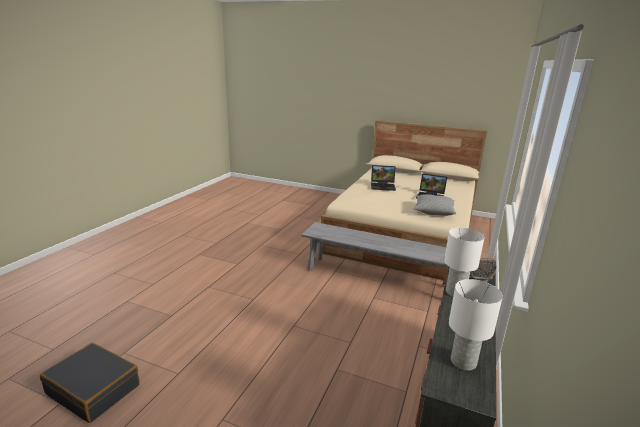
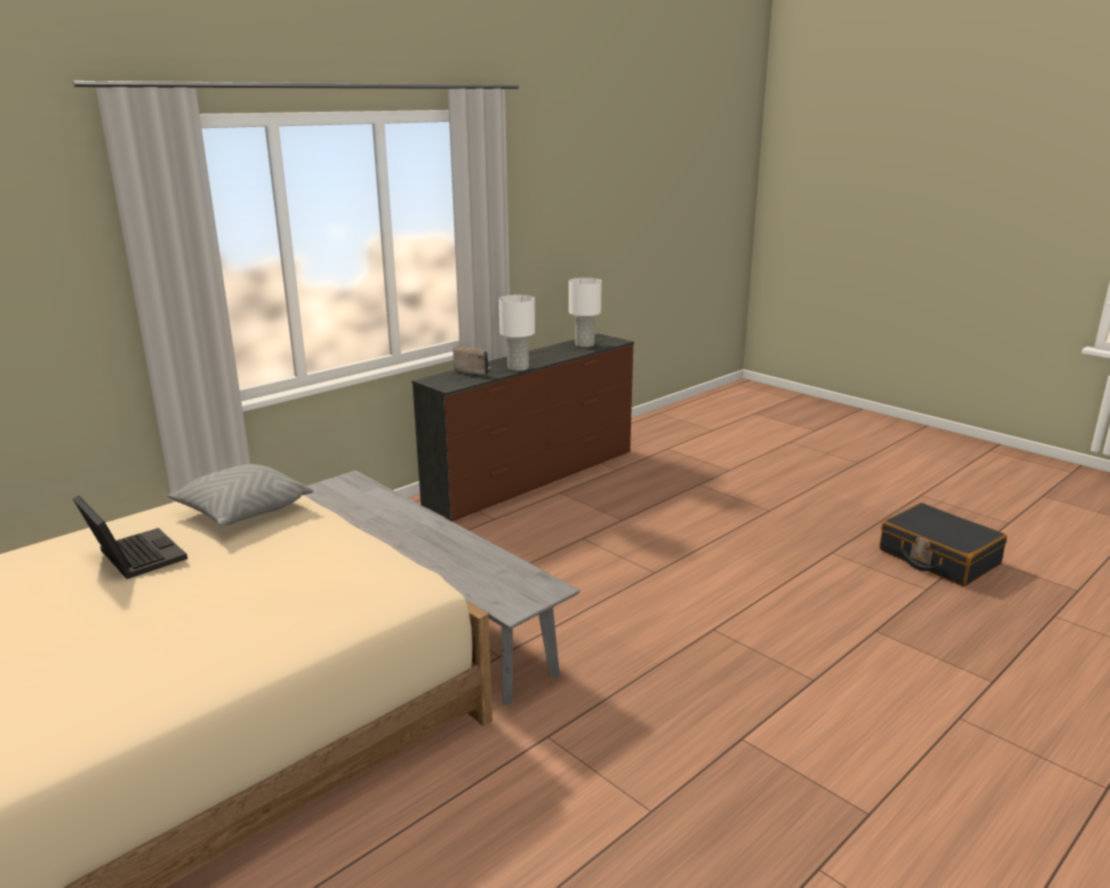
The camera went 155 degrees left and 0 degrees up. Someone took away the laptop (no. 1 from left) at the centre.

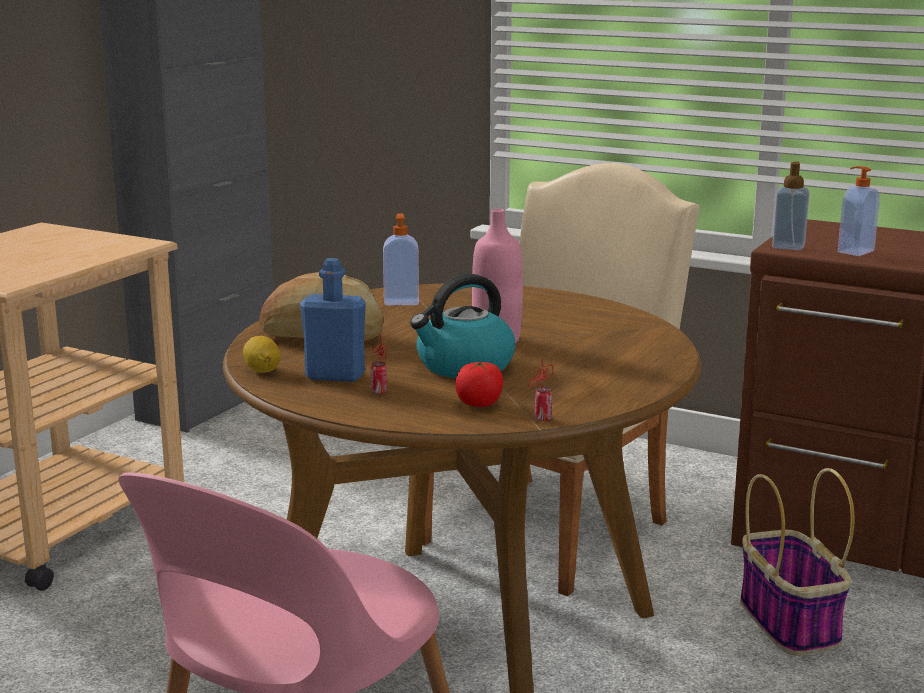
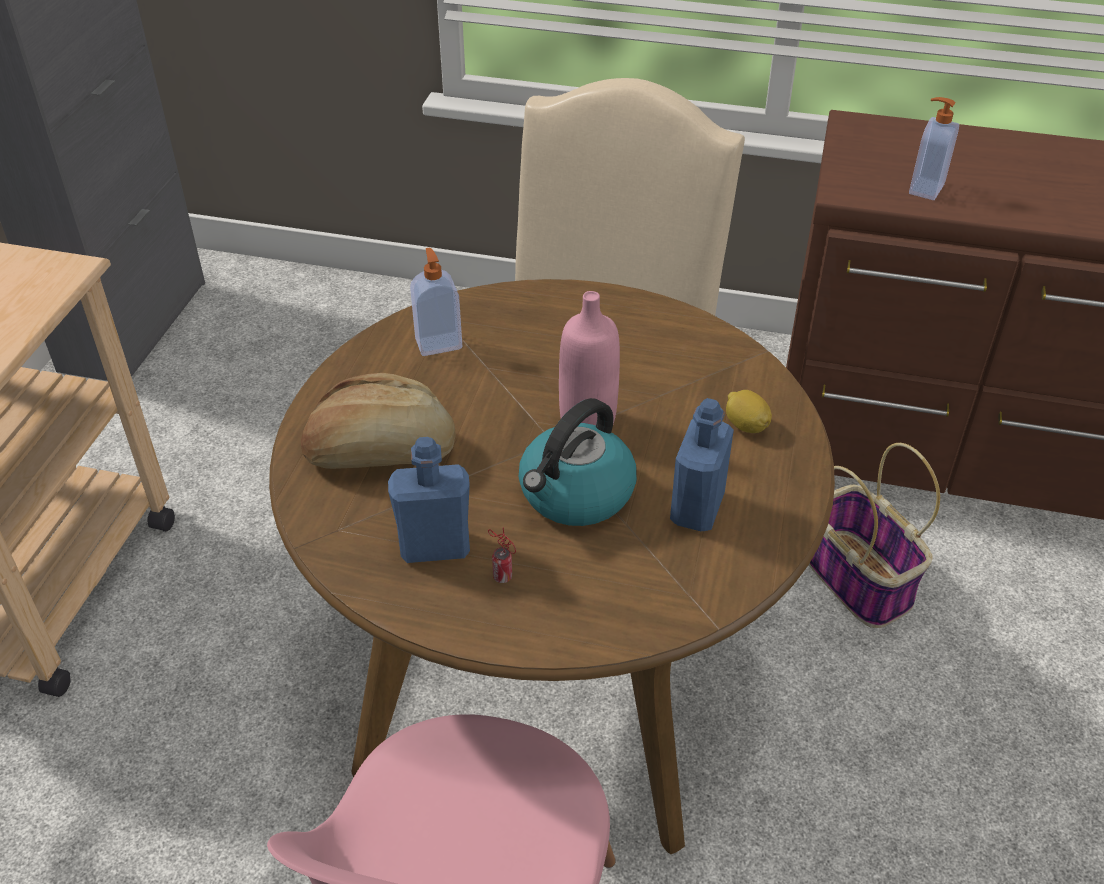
The camera went 15 degrees left and 25 degrees up. Someone took away the tomato at the centre. Someone took away the can (no. 2 from left) at the centre. Someone took away the soap dispenser (no. 2 from left) at the top right. Someone put down the blue bottle (no. 2 from left) at the centre. Someone carried the lemon from the middle left to the middle right.

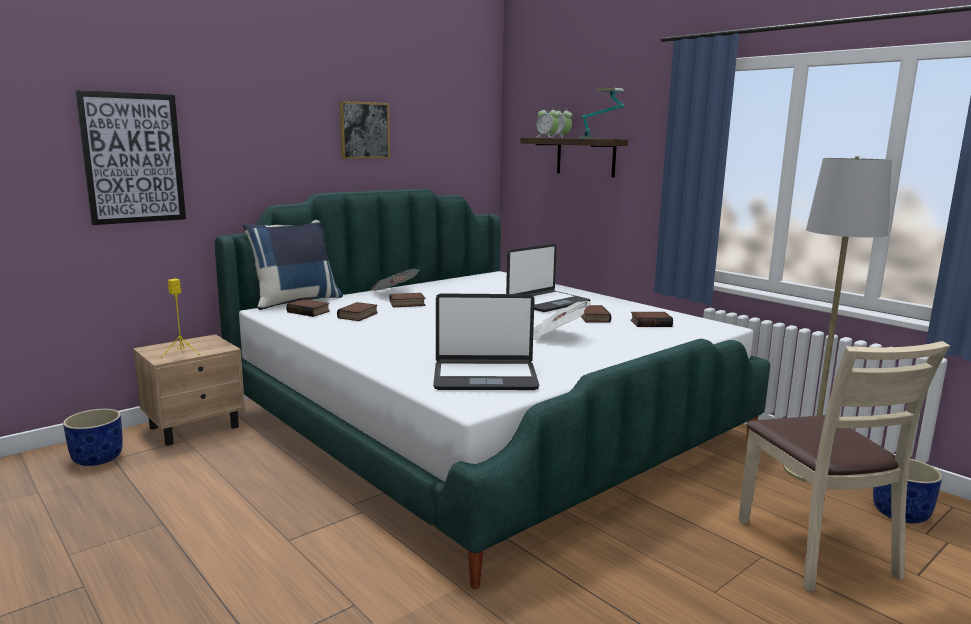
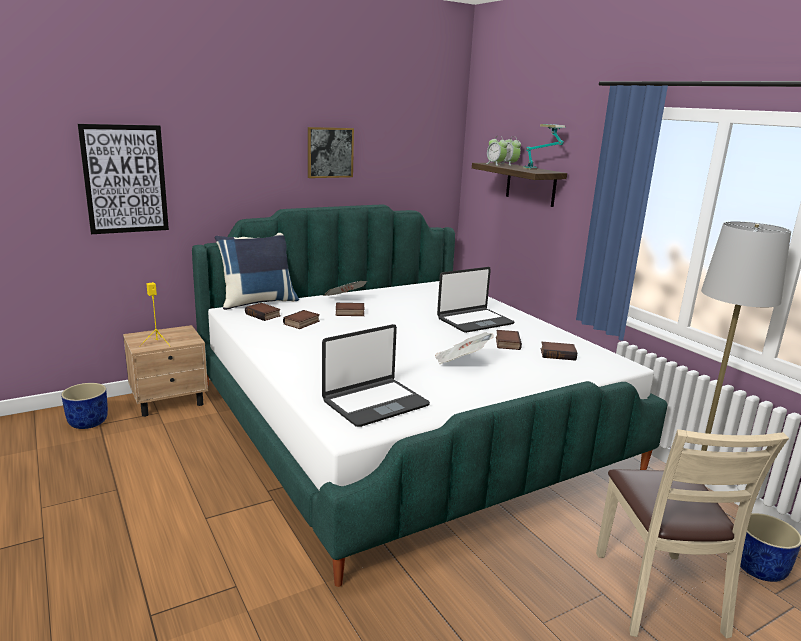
The camera went 10 degrees right and 5 degrees up. Someone rotated the laptop (no. 1 from left) at the centre by 45 degrees counterclockwise.

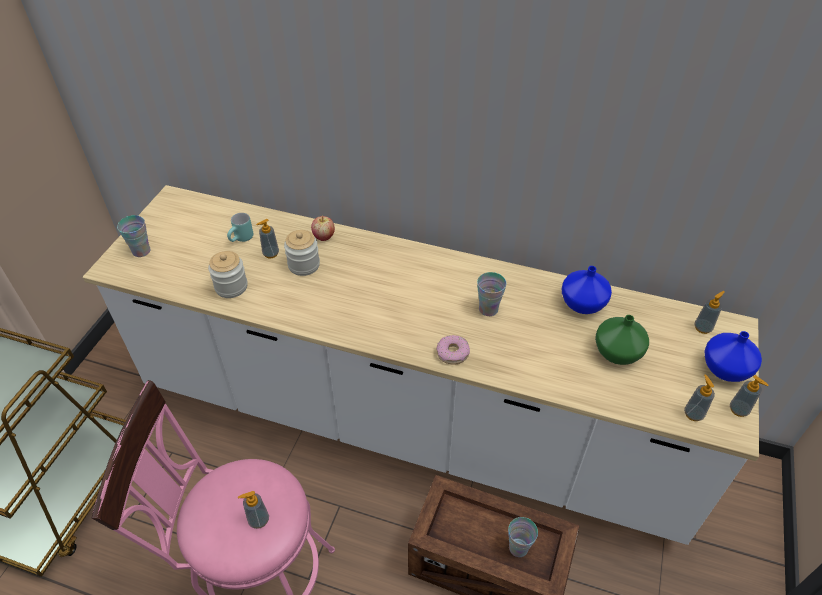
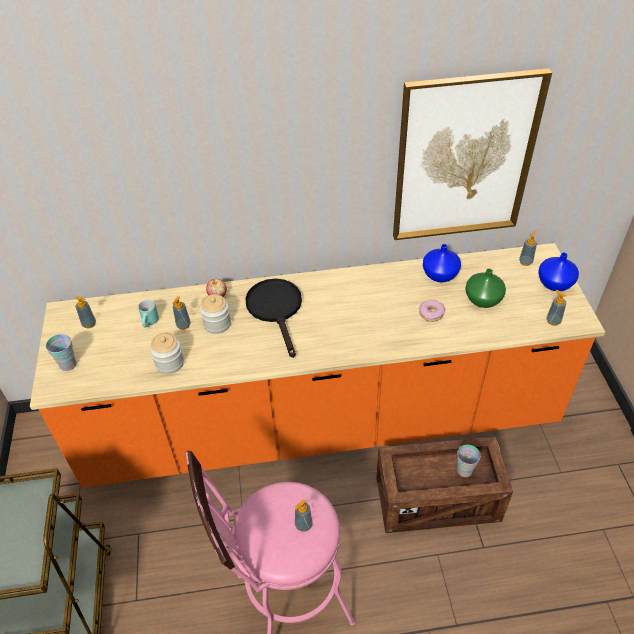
The camera went 25 degrees left and 0 degrees up. Someone took away the cup (no. 2 from left) at the centre. Someone put down the black frying pan at the centre. Someone put up the picture at the top right. Someone carried the donut from the centre to the middle right. Someone carried the soap dispenser (no. 5 from left in the first image) from the middle right to the middle left. Someone repainted the white counter at the centre, which became the orange counter at the centre.

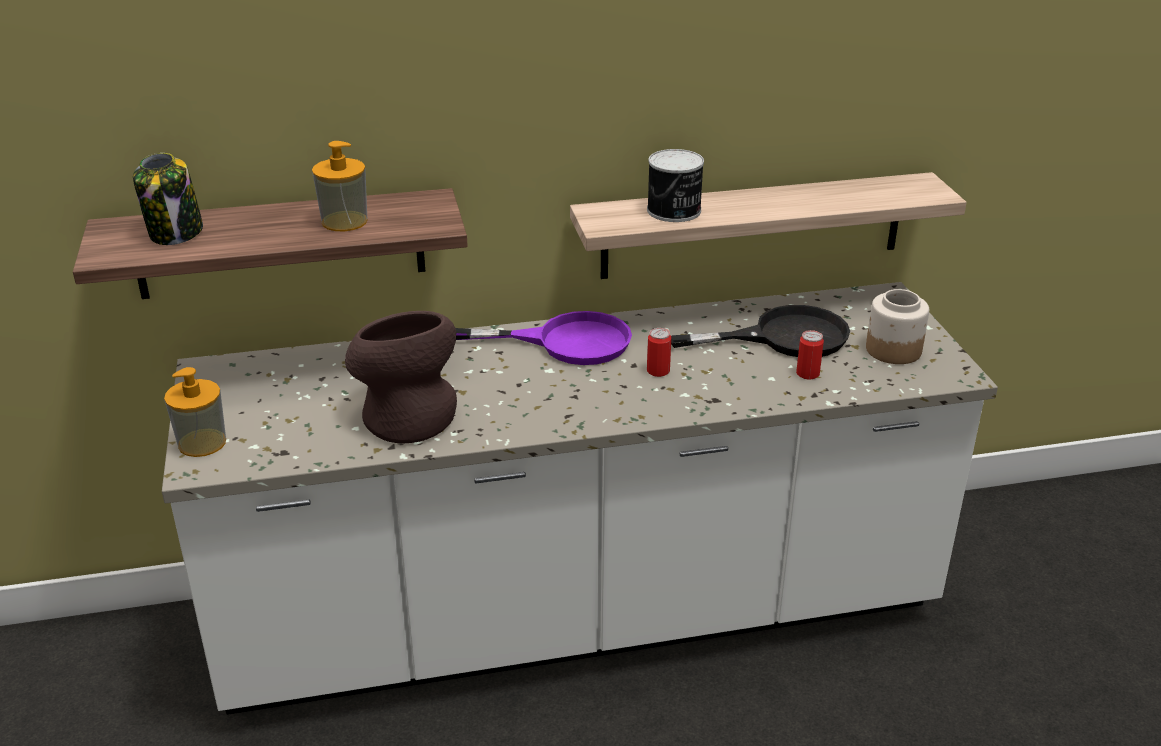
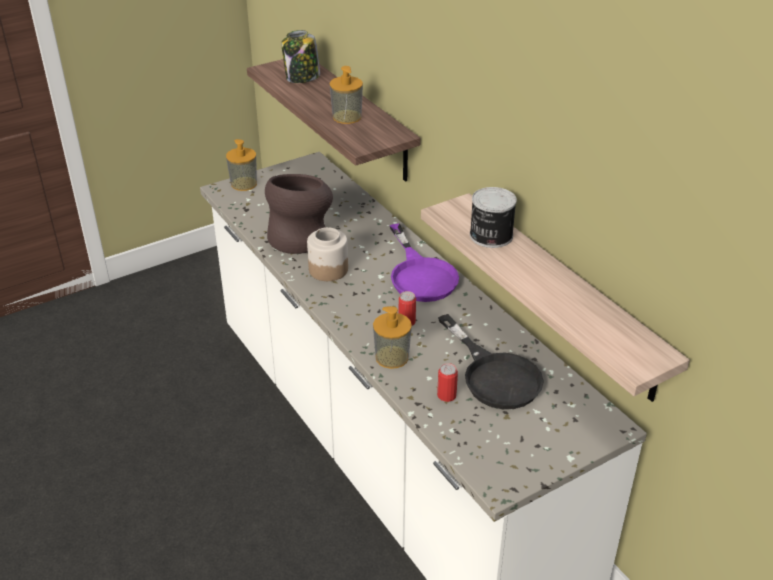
The camera went 70 degrees right and 5 degrees up. Someone put down the soap dispenser (no. 3 from left) at the centre. Someone carried the jar (no. 2 from left) from the middle right to the centre.

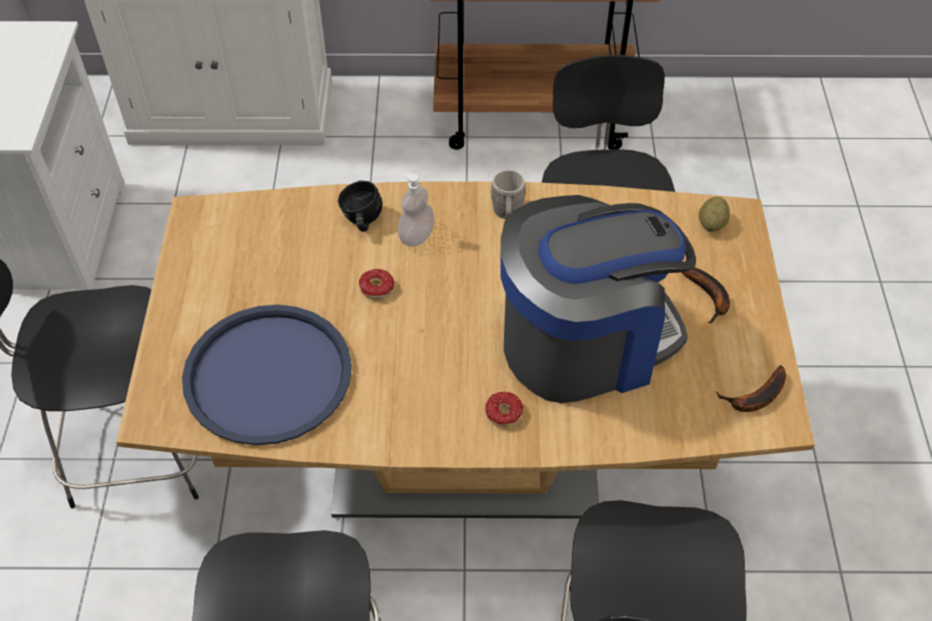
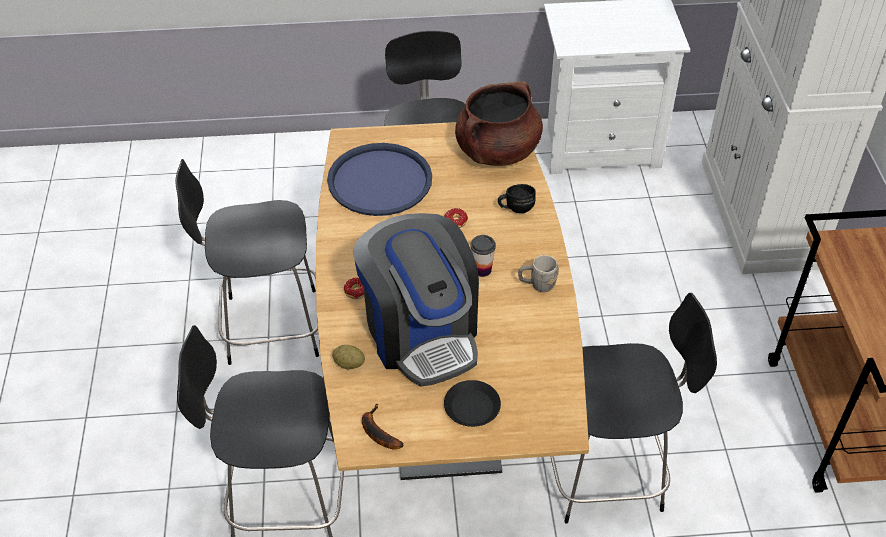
The camera went 85 degrees right and 5 degrees down. Someone took away the soap dispenser at the centre. Someone put down the brown cooking pot at the top centre. Someone put down the cup at the centre. Someone carried the potato from the middle right to the centre. Someone swapped the banana (no. 1 from left) at the middle right for the black plate at the bottom centre.

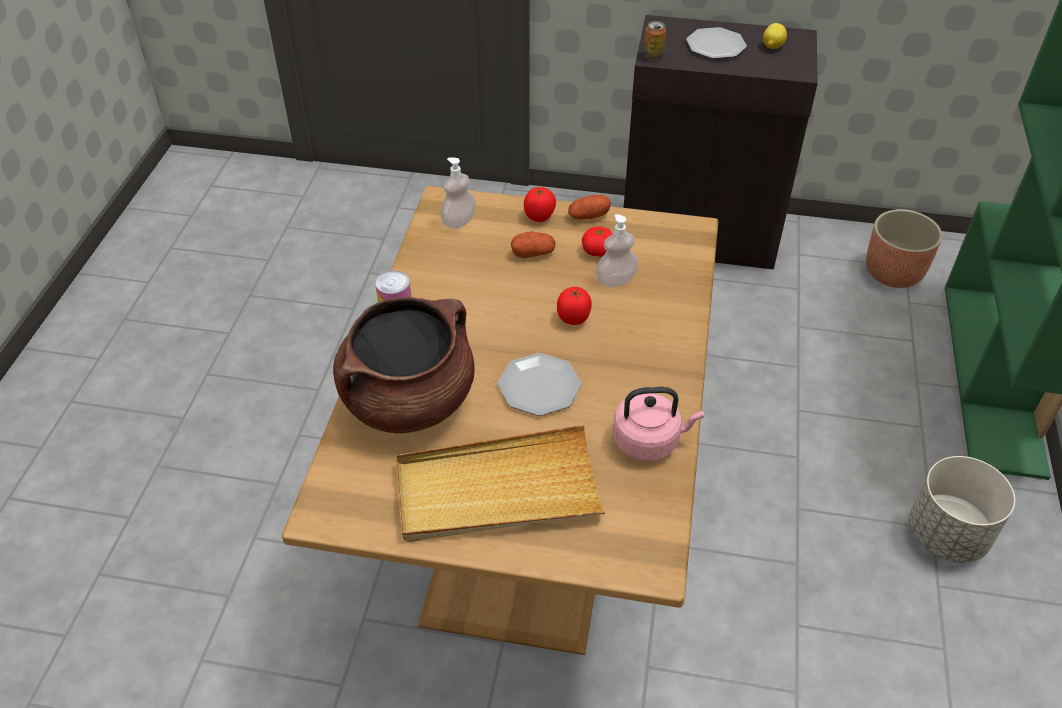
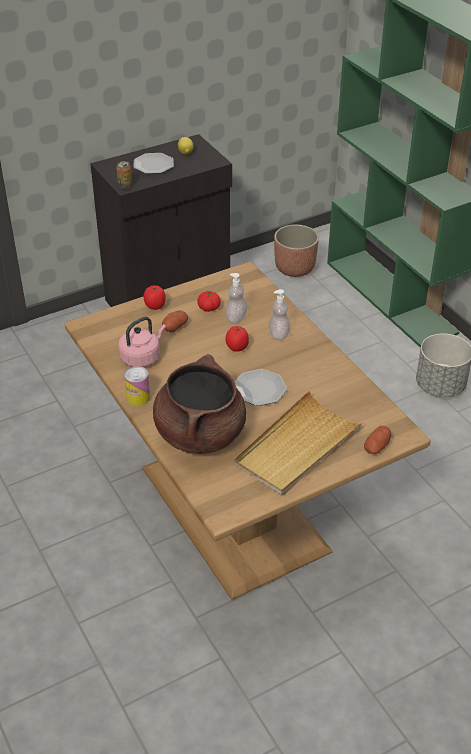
The camera went 40 degrees left and 5 degrees down. Someone carried the soap dispenser (no. 1 from left in the first image) from the top centre to the centre. Someone carried the potato (no. 2 from left) from the top centre to the middle right. Someone carried the pink kettle from the centre to the middle left.

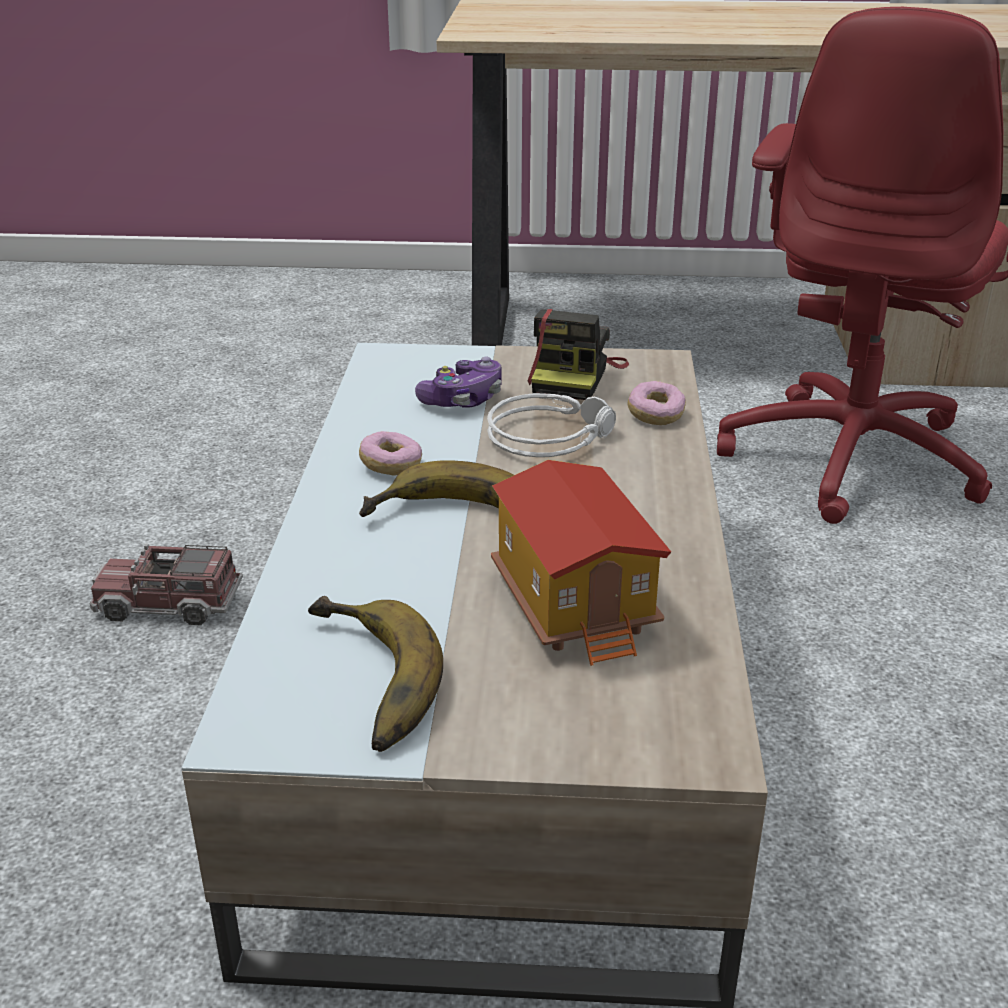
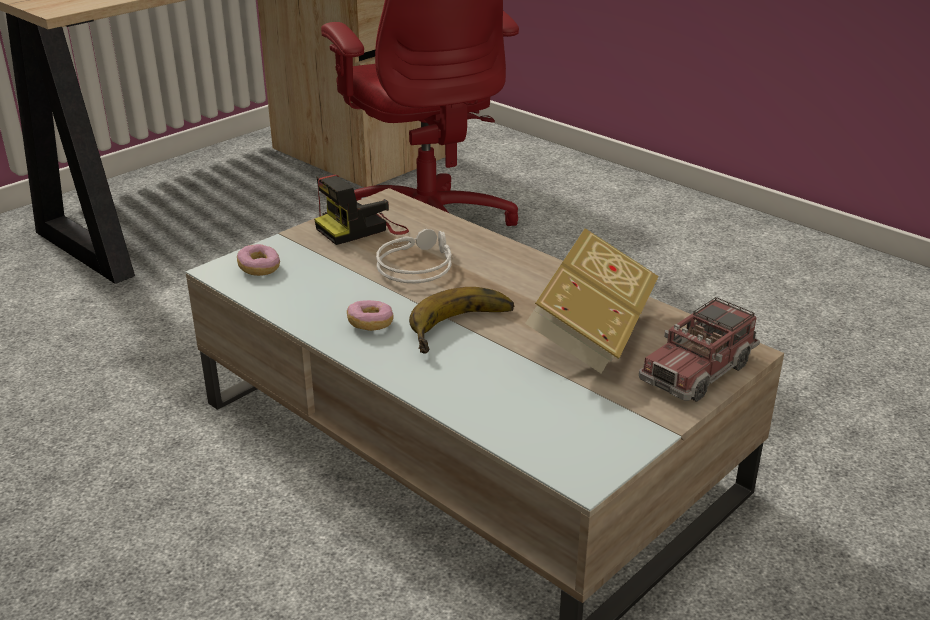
The camera went 50 degrees left and 0 degrees up. Someone took away the banana (no. 1 from left) at the bottom centre. Someone took away the game controller at the centre. Someone carried the toy truck from the middle left to the middle right. Someone carried the donut (no. 2 from left in the first image) from the centre to the middle left. Someone swapped the toy house at the centre for the book at the centre. Someone rotated the photo camera at the centre by 90 degrees clockwise.

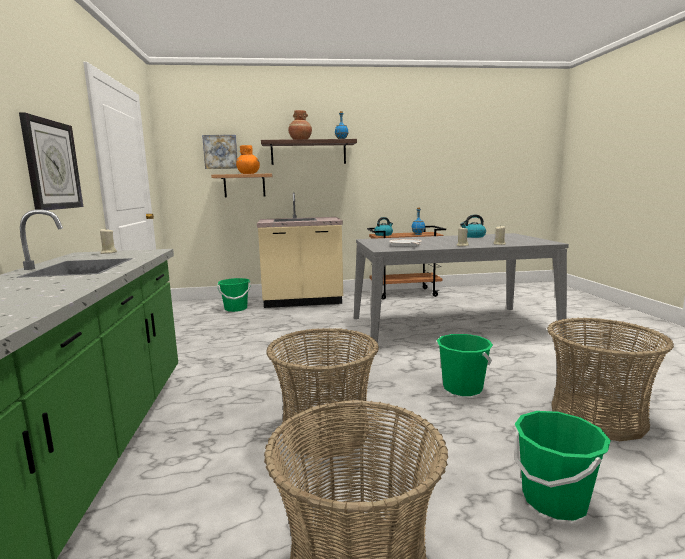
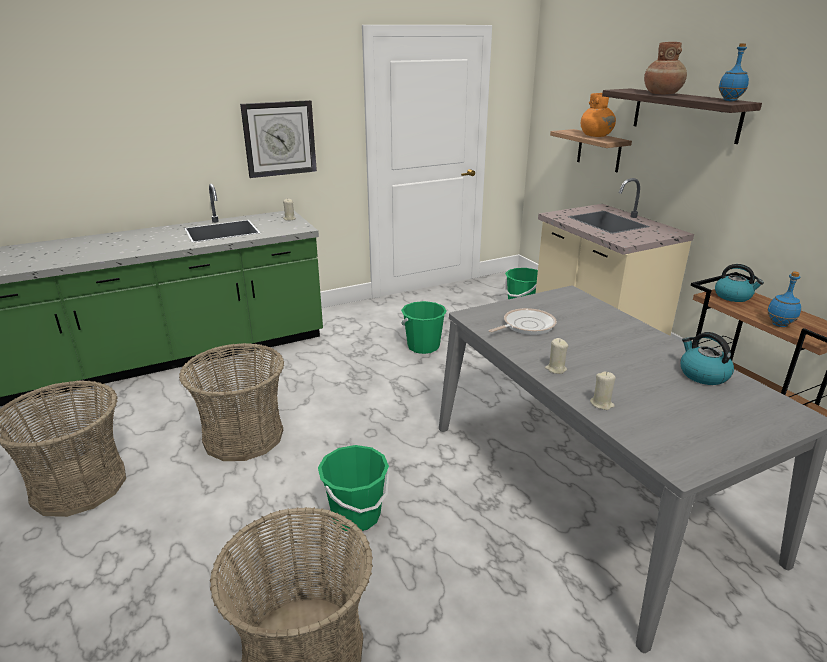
The camera went 70 degrees right and 15 degrees up. Someone took away the picture at the top left. Someone carried the green bucket (no. 3 from left in the first image) from the bottom right to the centre.

